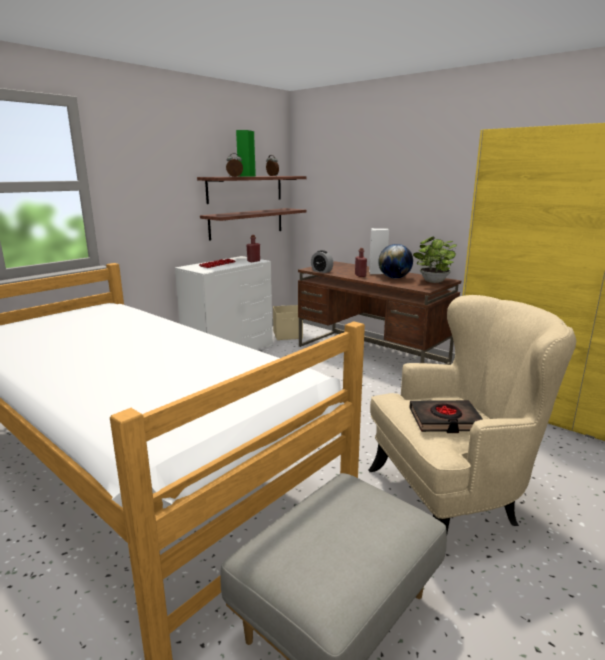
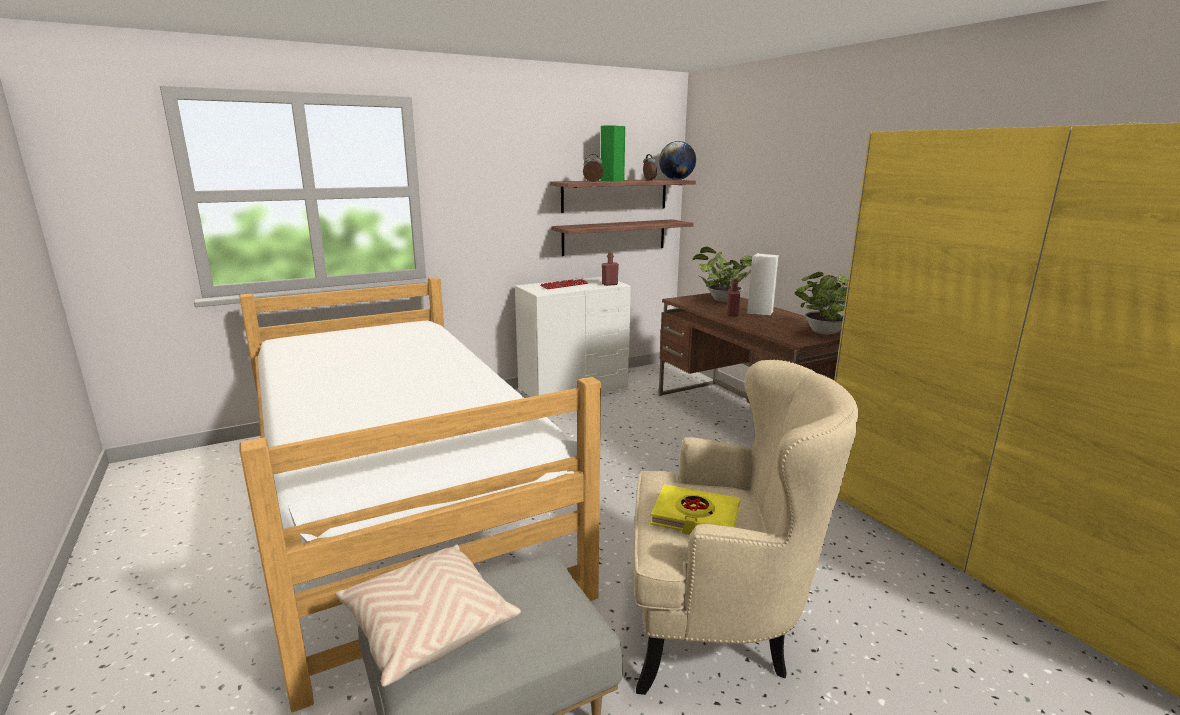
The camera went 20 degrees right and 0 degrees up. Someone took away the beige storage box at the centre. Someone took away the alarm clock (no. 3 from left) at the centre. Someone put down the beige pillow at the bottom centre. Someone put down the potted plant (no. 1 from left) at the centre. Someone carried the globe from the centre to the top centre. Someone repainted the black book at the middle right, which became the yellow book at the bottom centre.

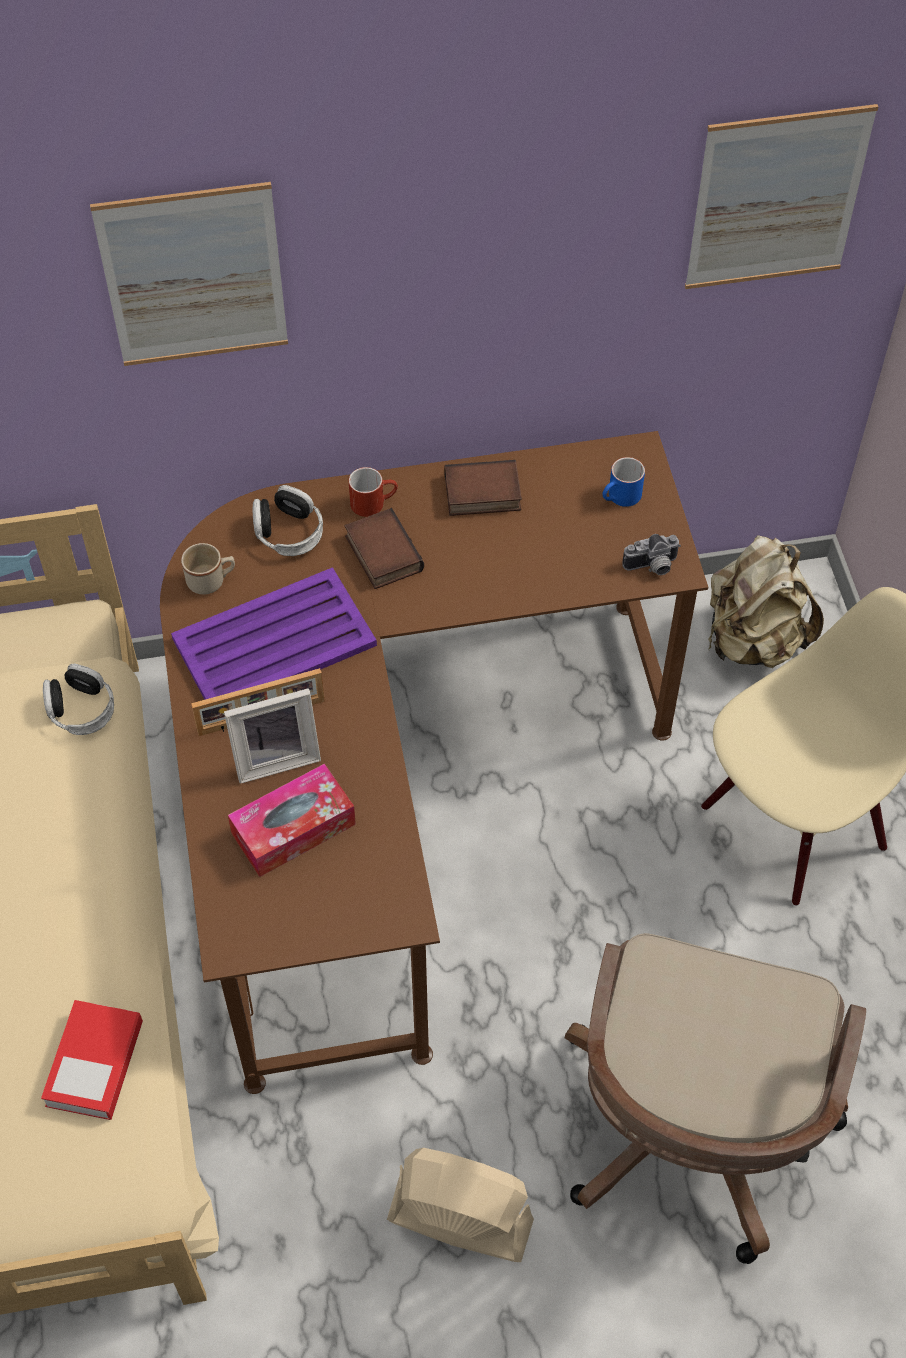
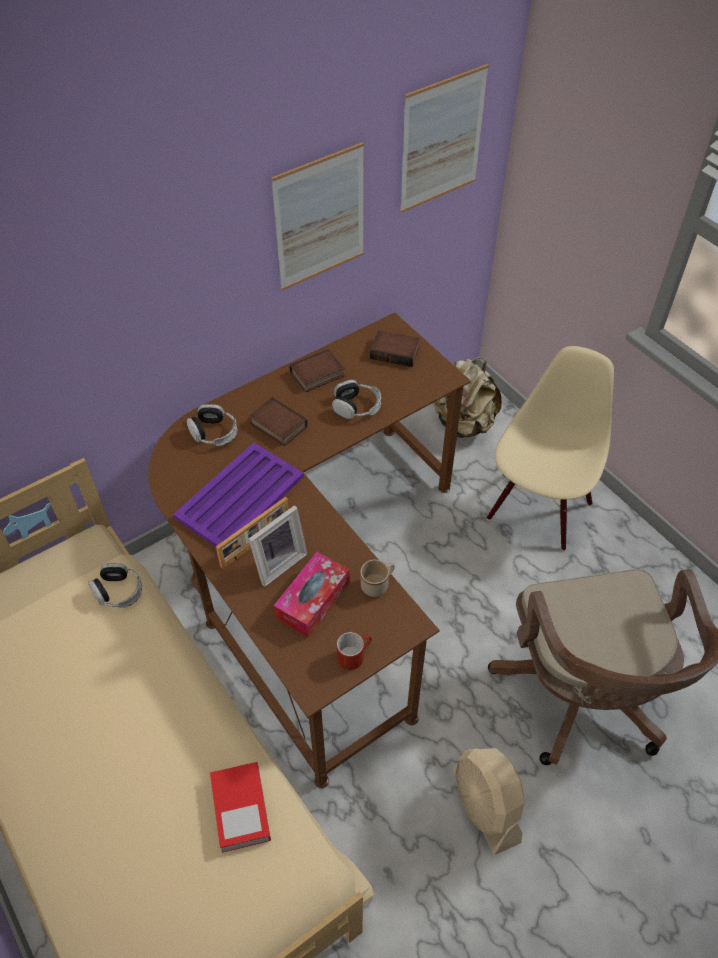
The camera went 25 degrees left and 5 degrees down. Someone took away the photo camera at the middle right. Someone put down the headphones (no. 3 from left) at the centre. Someone carried the picture (no. 1 from left) from the top left to the top centre. Someone carried the beige mug from the middle left to the centre. Someone carried the red mug from the centre to the bottom centre. Someone swapped the blue mug at the middle right for the book (no. 4 from left) at the centre. Someone rotated the beige fan at the bottom centre by 105 degrees counterclockwise.

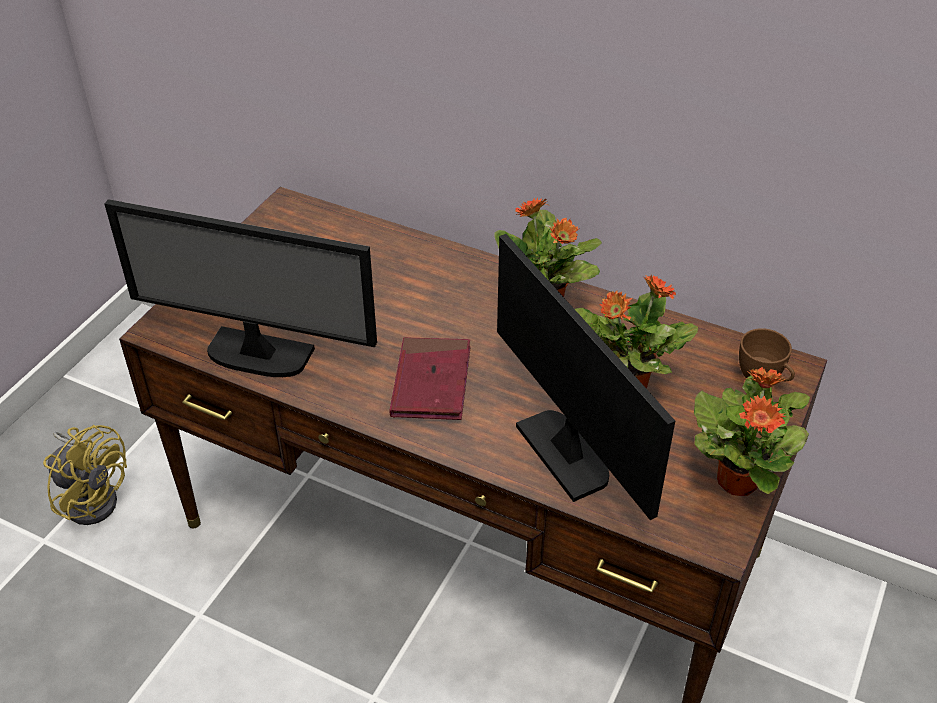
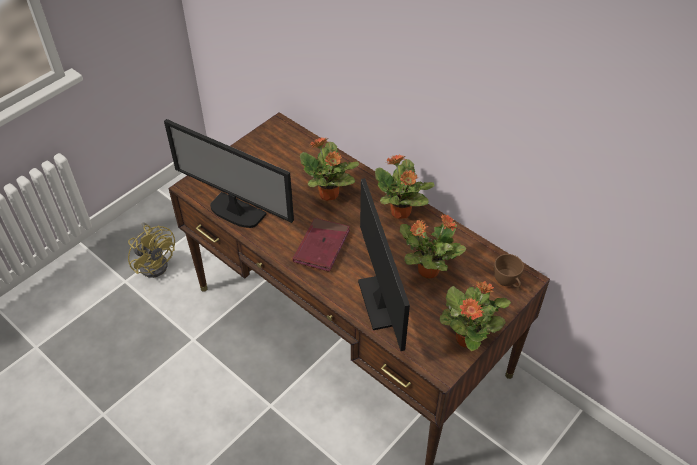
The camera went 15 degrees right and 5 degrees up. Someone put down the potted plant (no. 1 from left) at the centre.

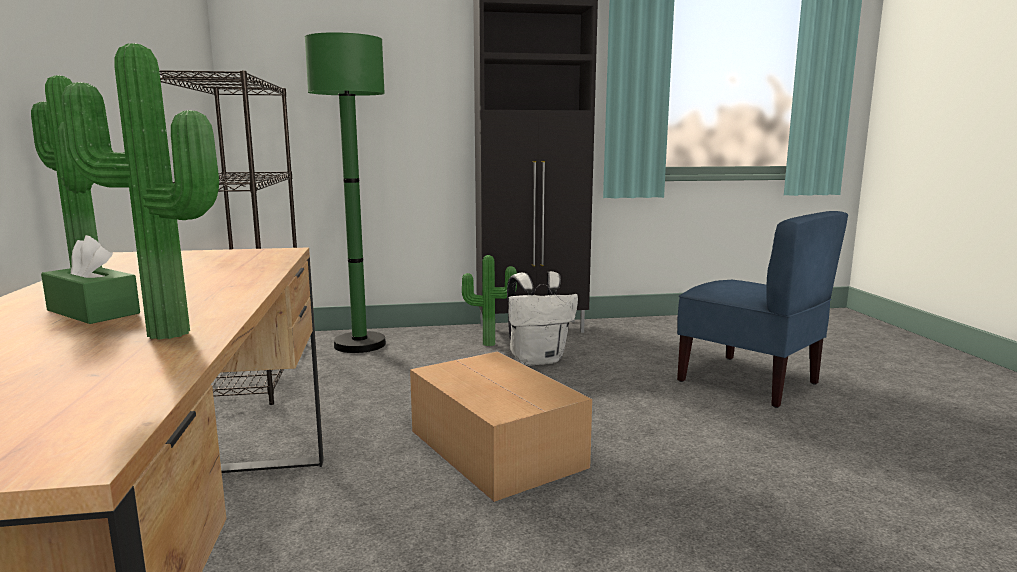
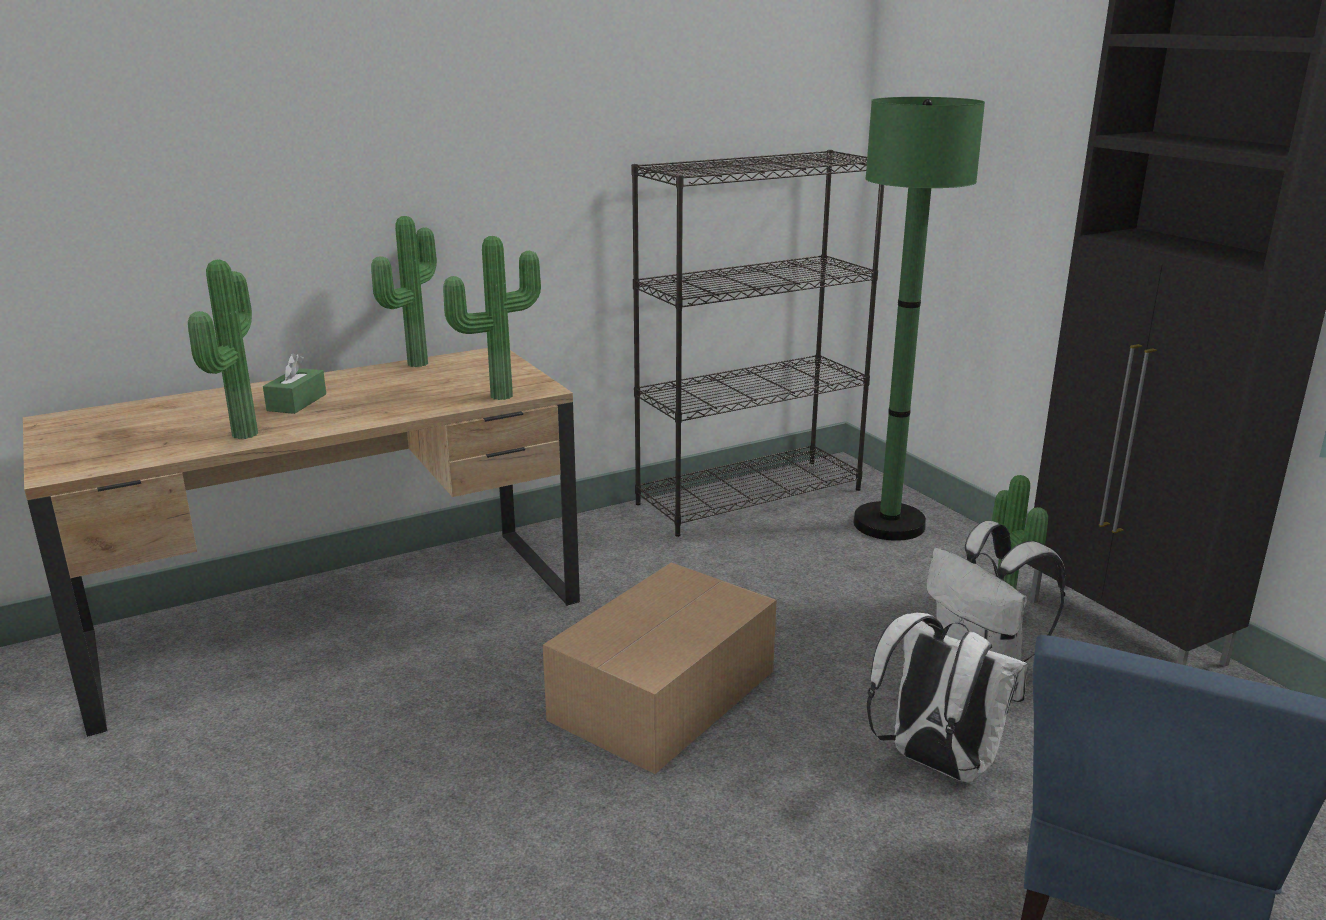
The camera went 70 degrees right and 10 degrees up. Someone put down the potted plant (no. 3 from left) at the centre. Someone put down the white backpack (no. 1 from left) at the bottom right.

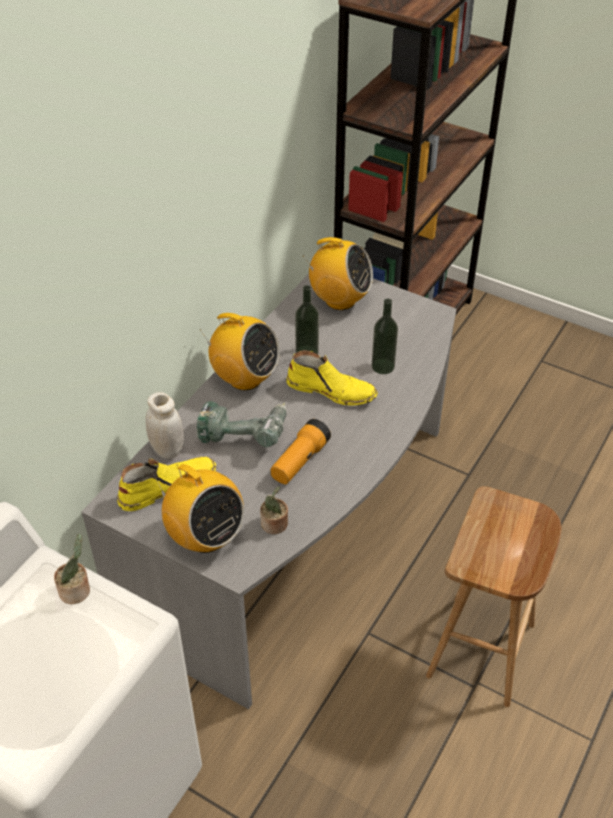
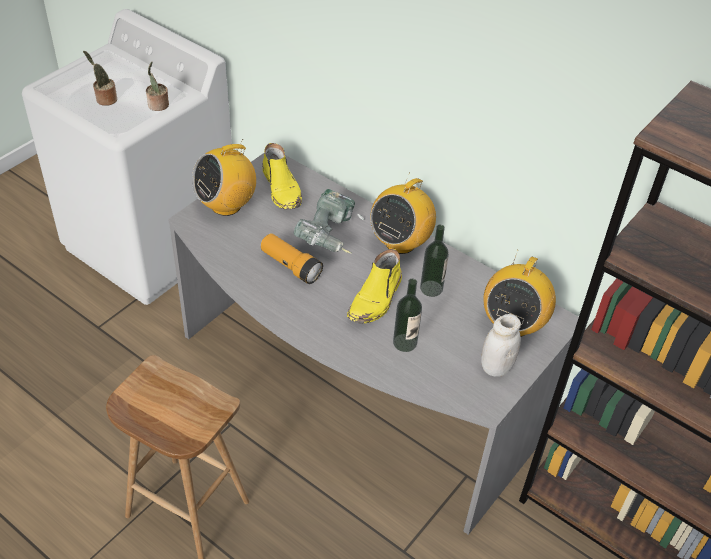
The camera went 95 degrees right and 0 degrees up. Someone carried the white jar from the middle left to the middle right. Someone carried the potted plant (no. 2 from left in the first image) from the centre to the top left.

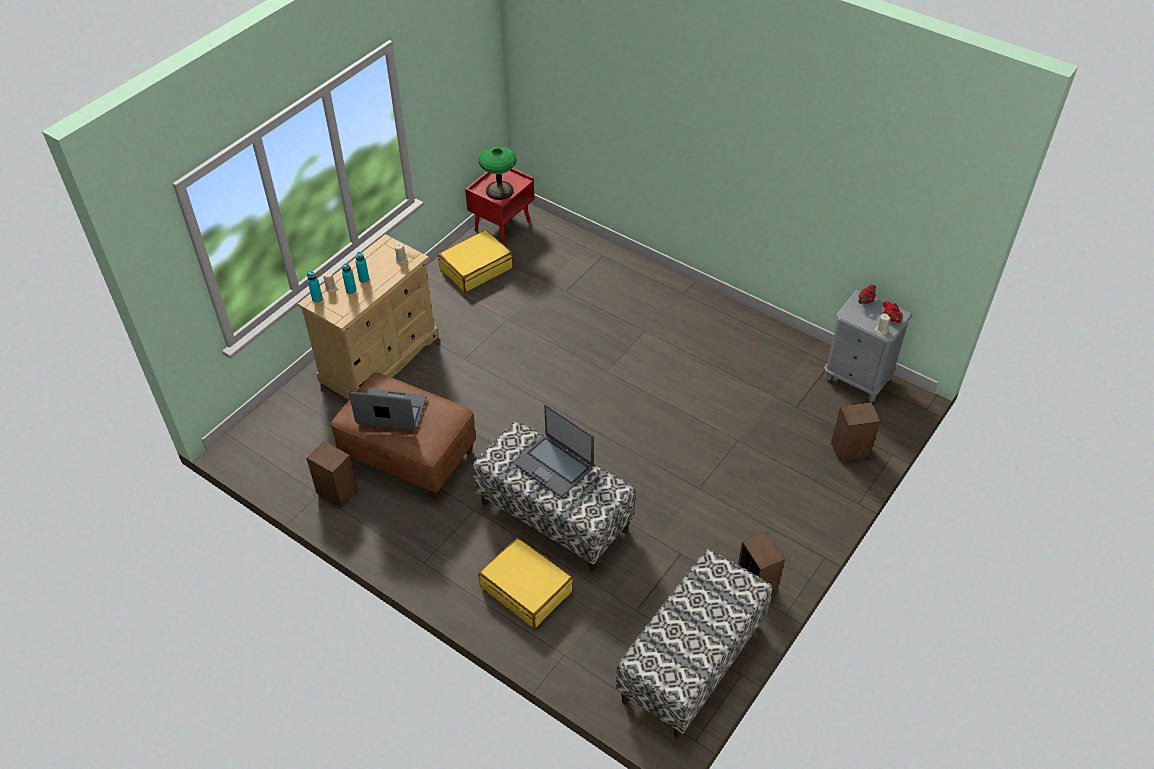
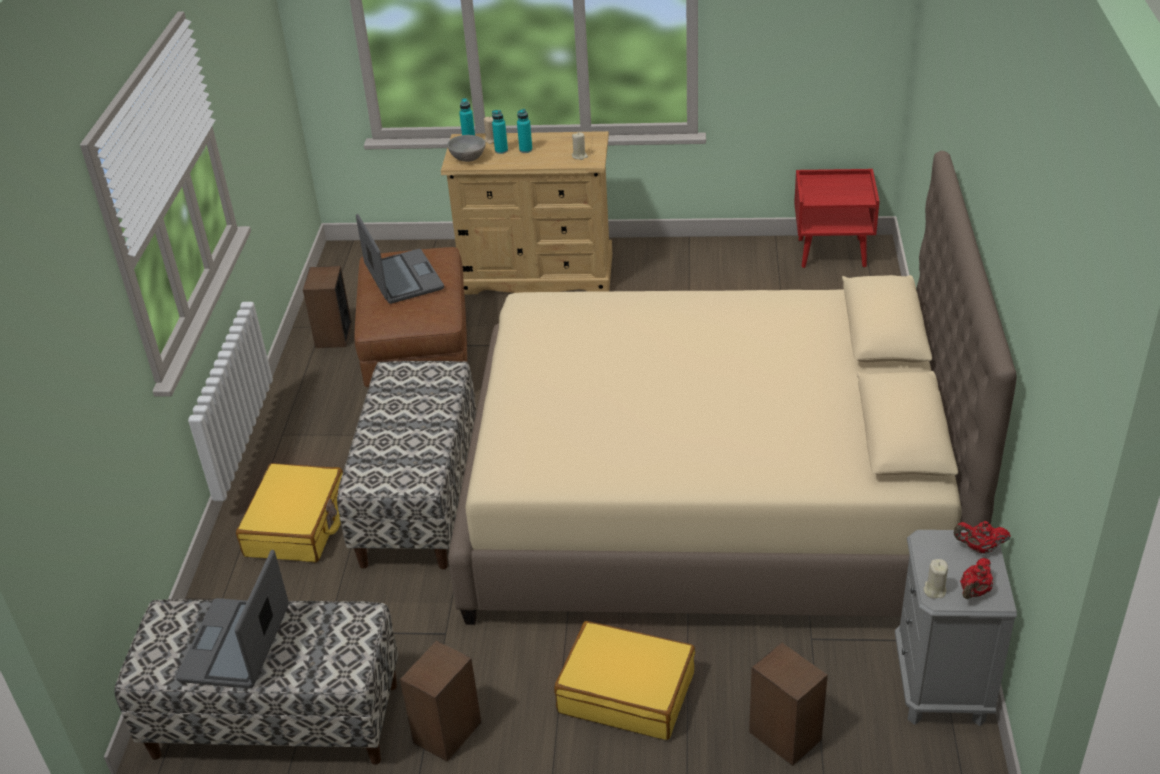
The camera went 60 degrees right and 10 degrees down. Someone took away the table lamp at the top centre. Someone put down the grey bowl at the top centre. Someone put down the beige bed at the centre. Someone carried the yellow suitcase (no. 1 from left in the first image) from the centre to the bottom centre. Someone carried the laptop (no. 2 from left in the first image) from the centre to the bottom left.

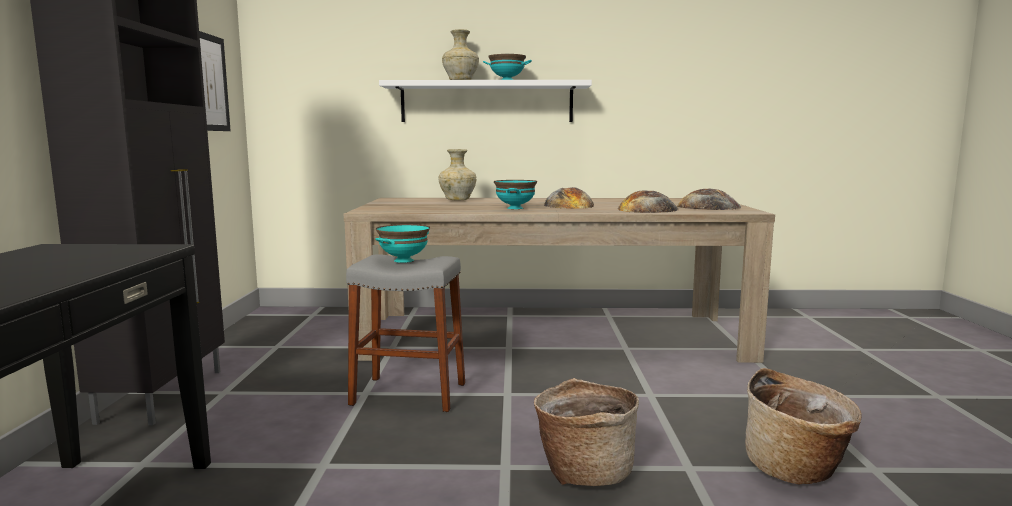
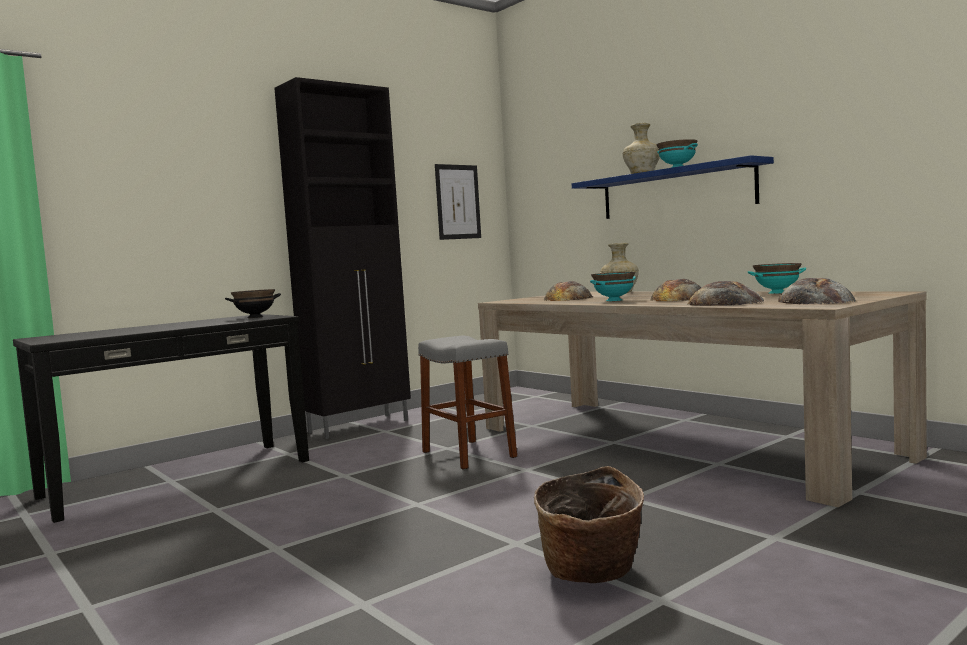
The camera went 50 degrees right and 5 degrees down. Someone took away the basket (no. 1 from left) at the bottom centre. Someone put down the black bowl at the middle left. Someone put down the bread (no. 1 from left) at the centre. Someone carried the turquoise bowl (no. 1 from left in the first image) from the centre to the middle right. Someone repainted the white shelf at the top centre, which became the blue shelf at the top right.

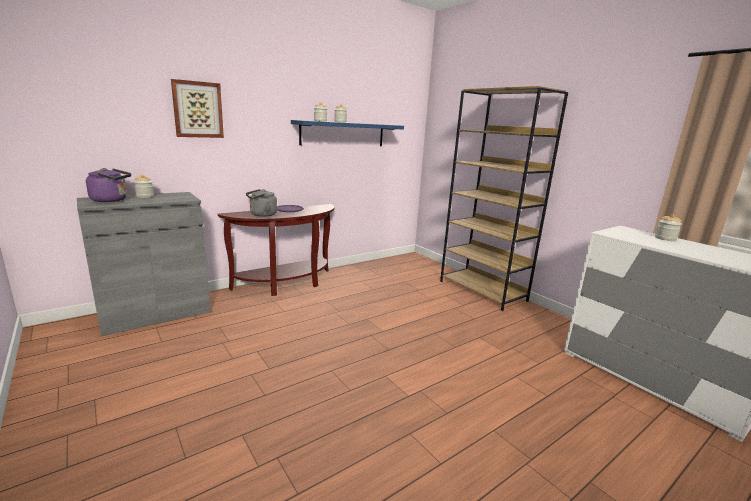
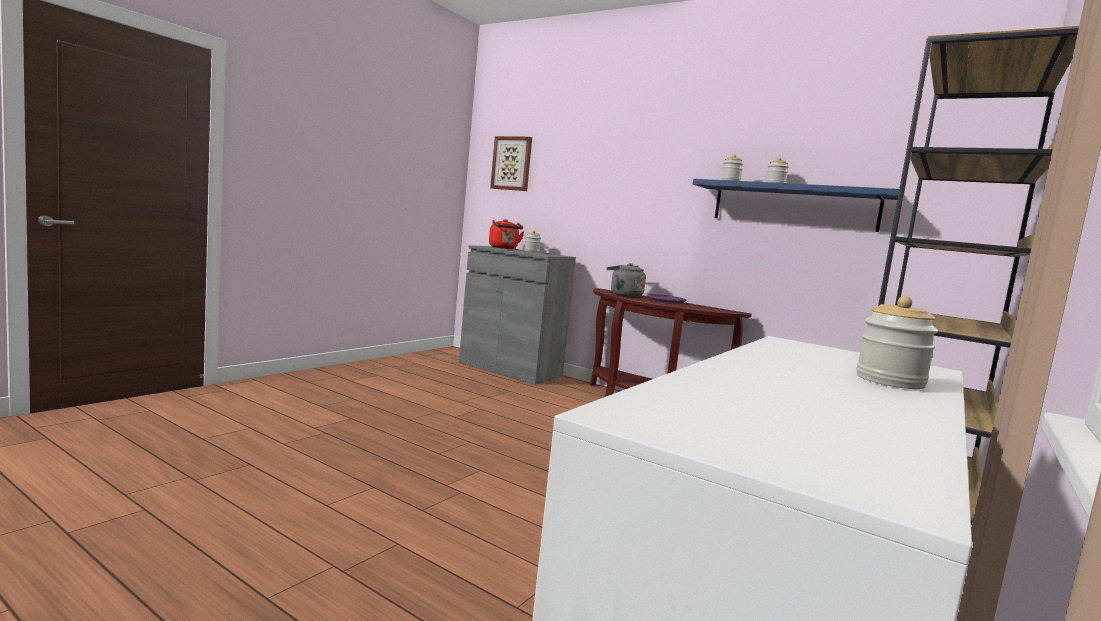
The camera went 70 degrees right and 10 degrees down. Someone carried the picture from the top left to the top centre. Someone repainted the purple kettle at the middle left, which became the red kettle at the centre.

